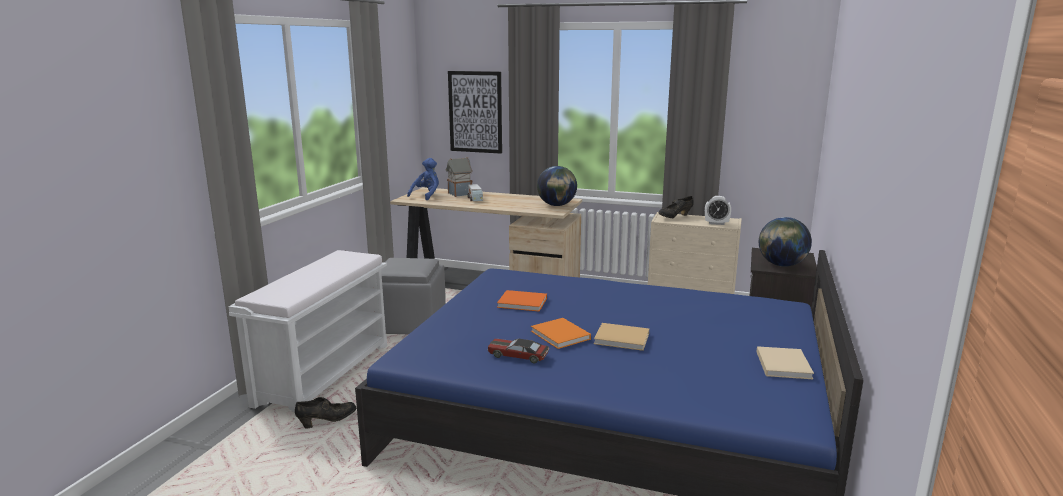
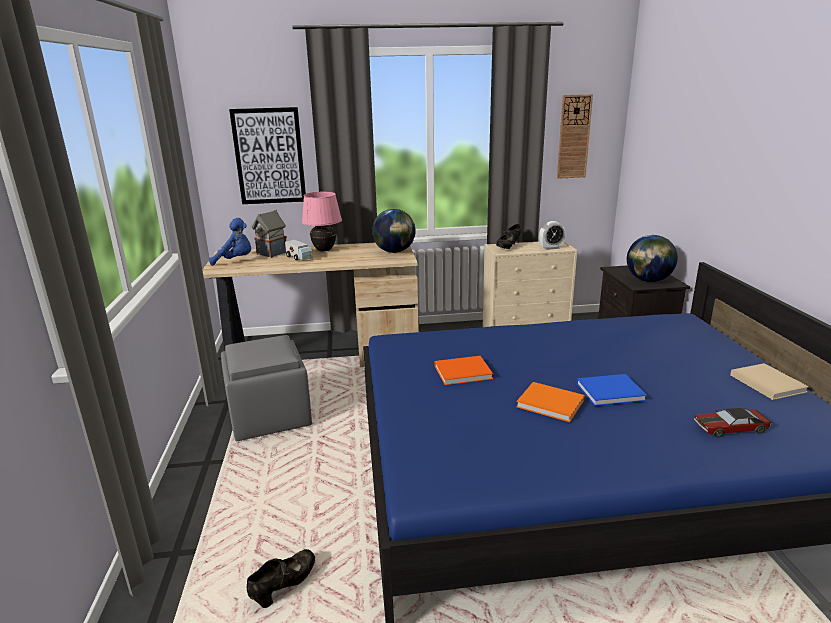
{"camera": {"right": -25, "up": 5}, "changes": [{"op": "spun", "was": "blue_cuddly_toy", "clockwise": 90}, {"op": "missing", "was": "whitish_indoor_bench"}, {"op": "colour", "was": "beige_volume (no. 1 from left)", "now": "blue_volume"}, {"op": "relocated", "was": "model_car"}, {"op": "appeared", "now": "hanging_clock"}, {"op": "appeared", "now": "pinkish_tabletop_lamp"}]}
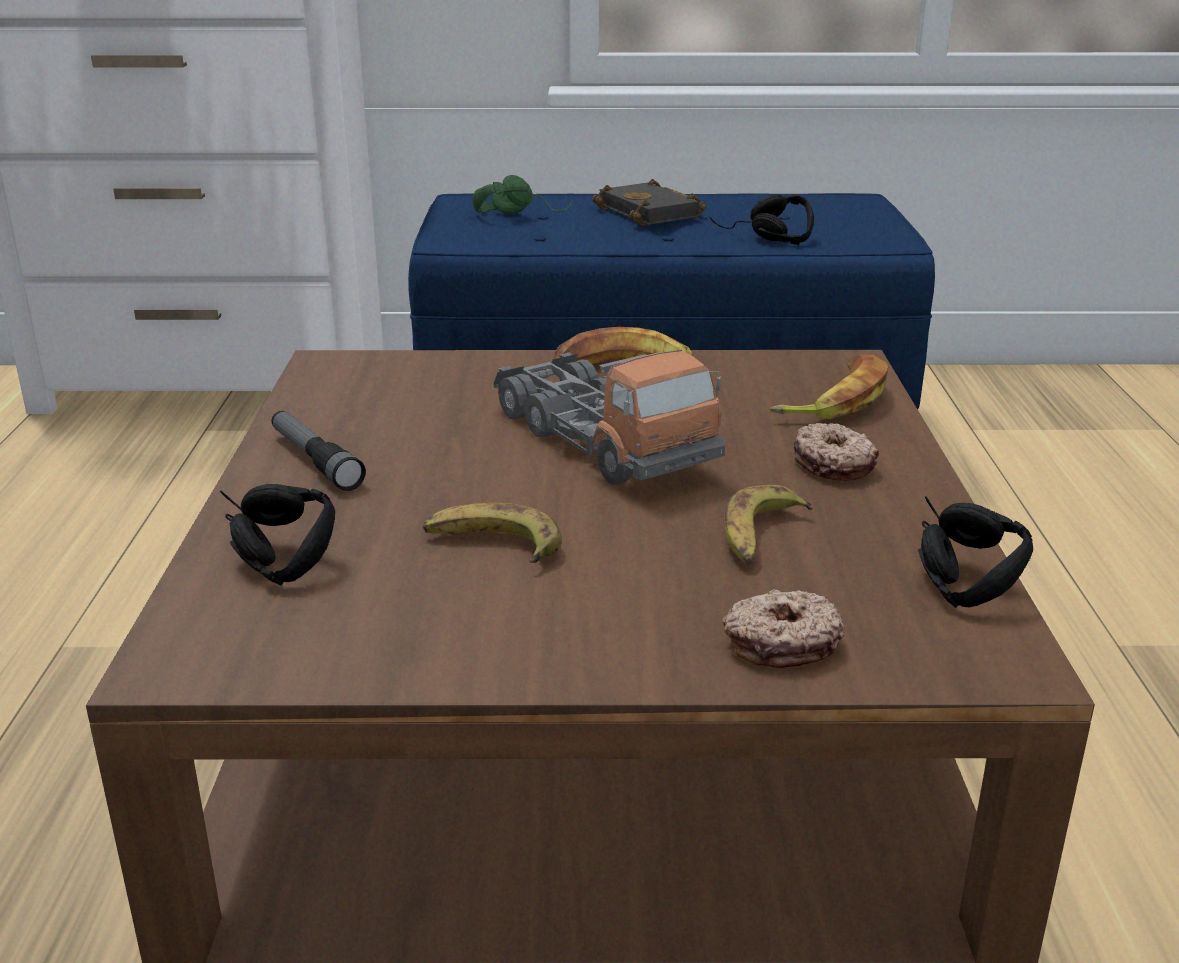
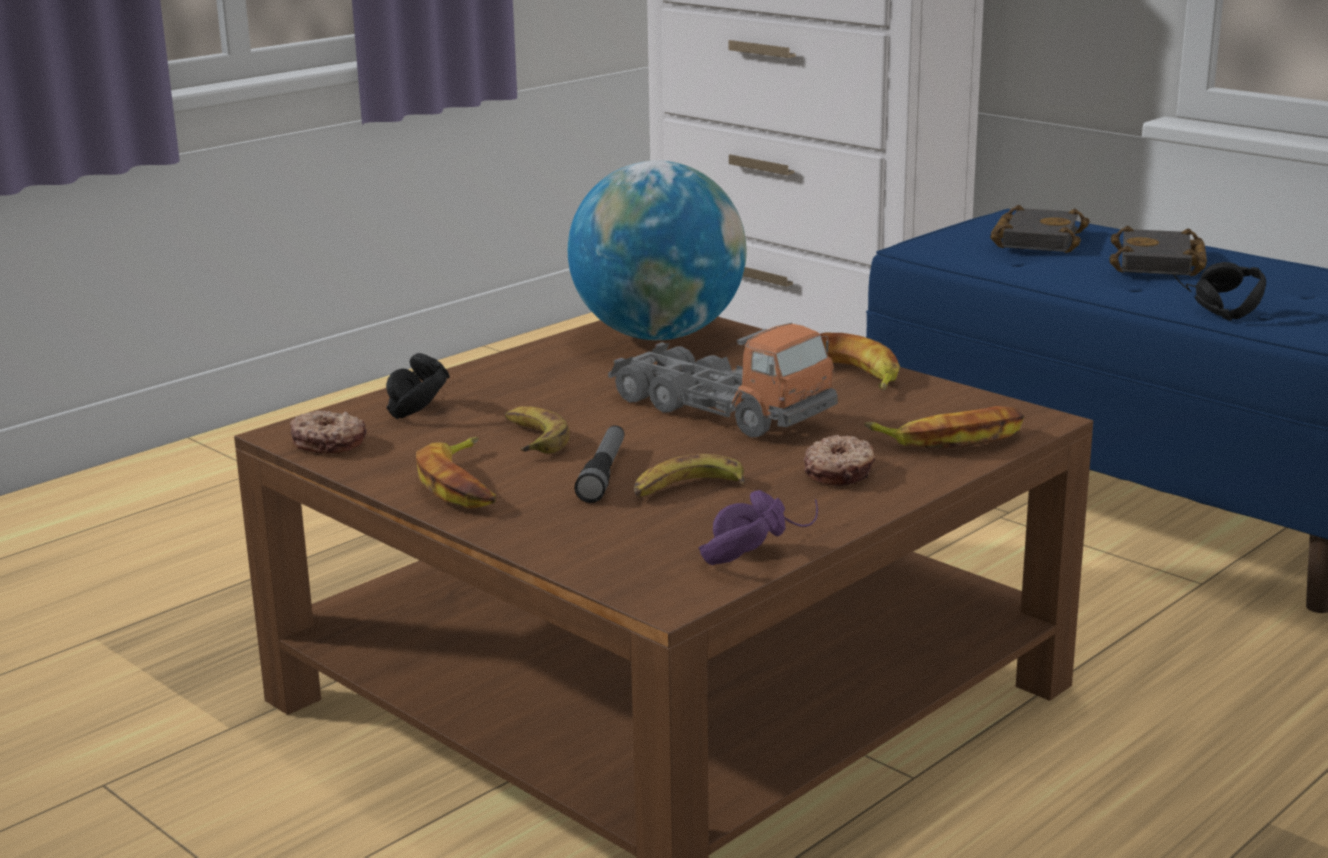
{"camera": {"right": 45, "up": -5}, "changes": [{"op": "exchanged", "was": "greenish_headset", "now": "black_volume (no. 1 from left)"}, {"op": "spun", "was": "toy_lorry", "clockwise": -60}, {"op": "relocated", "was": "flashlight"}, {"op": "colour", "was": "black_headset (no. 3 from left)", "now": "purplish_headset"}, {"op": "relocated", "was": "doughnut (no. 1 from left)"}, {"op": "appeared", "now": "globe"}, {"op": "appeared", "now": "banana (no. 1 from left)"}]}
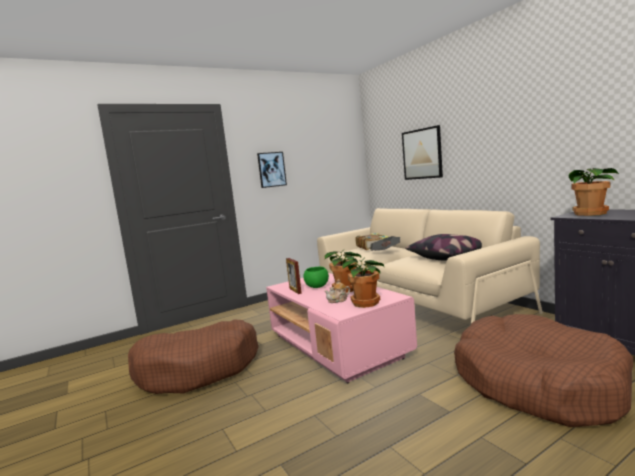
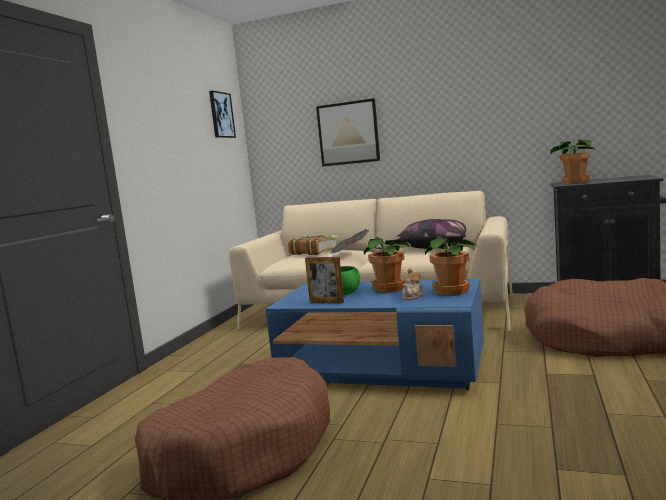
{"camera": {"right": -40, "up": 0}, "changes": [{"op": "relocated", "was": "wall_art (no. 1 from left)"}, {"op": "colour", "was": "pinkish_coffee_table", "now": "blue_coffee_table"}]}
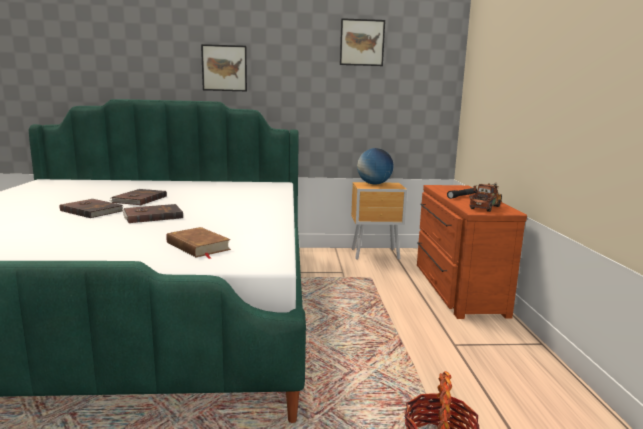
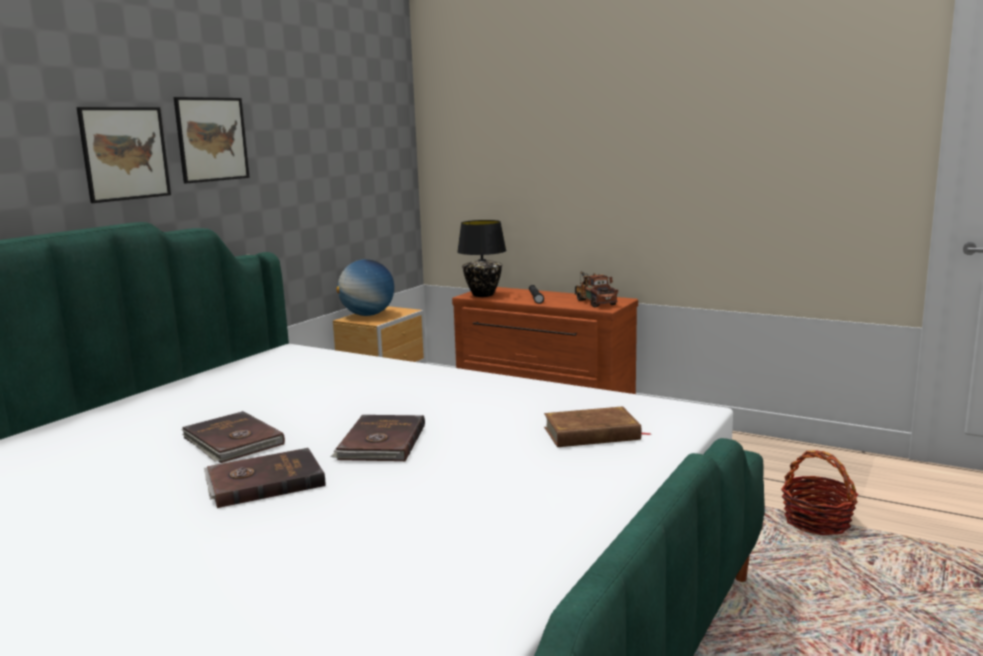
{"camera": {"right": -55, "up": 0}, "changes": [{"op": "relocated", "was": "wall_art (no. 2 from left)"}, {"op": "appeared", "now": "black_tabletop_lamp"}]}
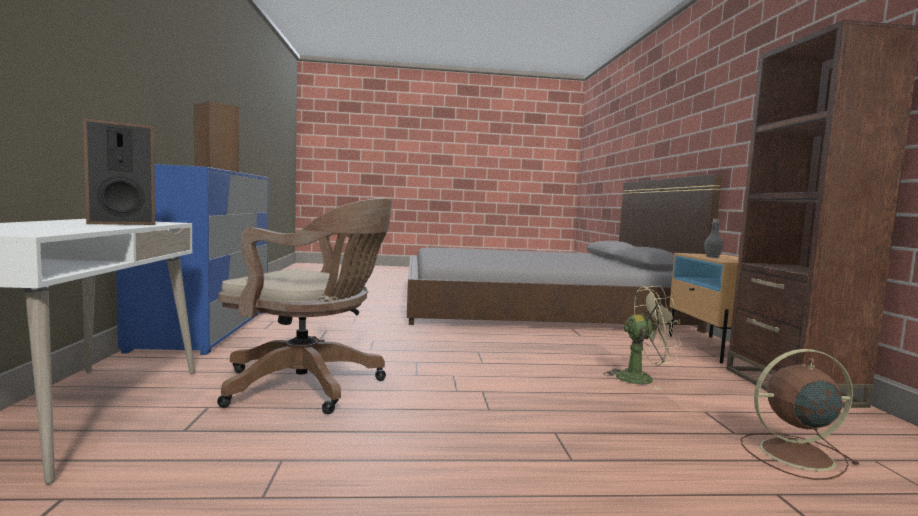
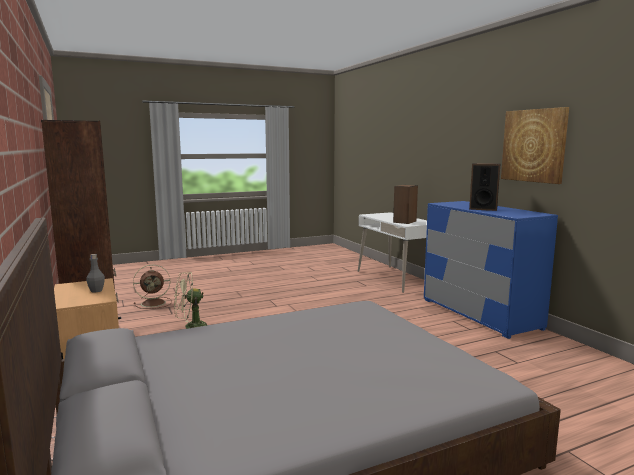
{"camera": {"right": 160, "up": 5}, "changes": [{"op": "missing", "was": "brown_office_chair"}, {"op": "appeared", "now": "wall_art"}]}
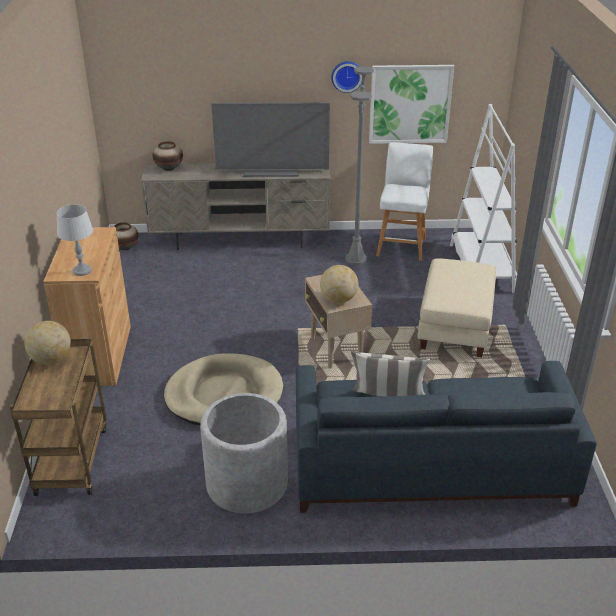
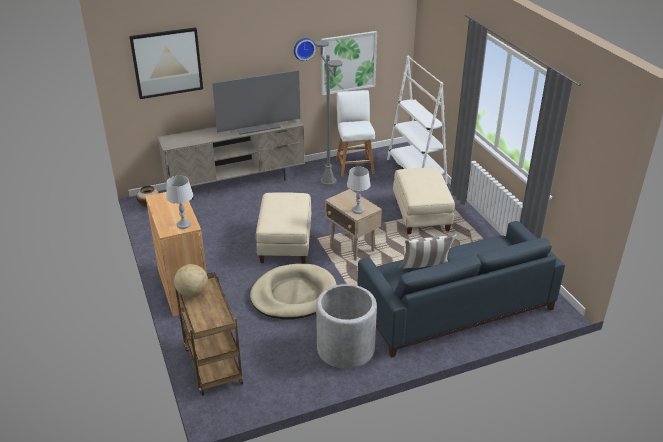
{"camera": {"right": -20, "up": 0}, "changes": [{"op": "missing", "was": "flower_vase (no. 2 from left)"}, {"op": "exchanged", "was": "globe (no. 2 from left)", "now": "greyish_tabletop_lamp (no. 2 from left)"}, {"op": "appeared", "now": "wall_art (no. 1 from left)"}, {"op": "appeared", "now": "beige_ottoman (no. 1 from left)"}]}
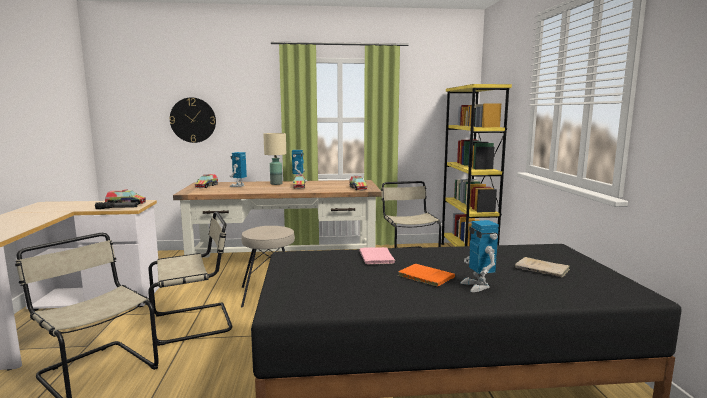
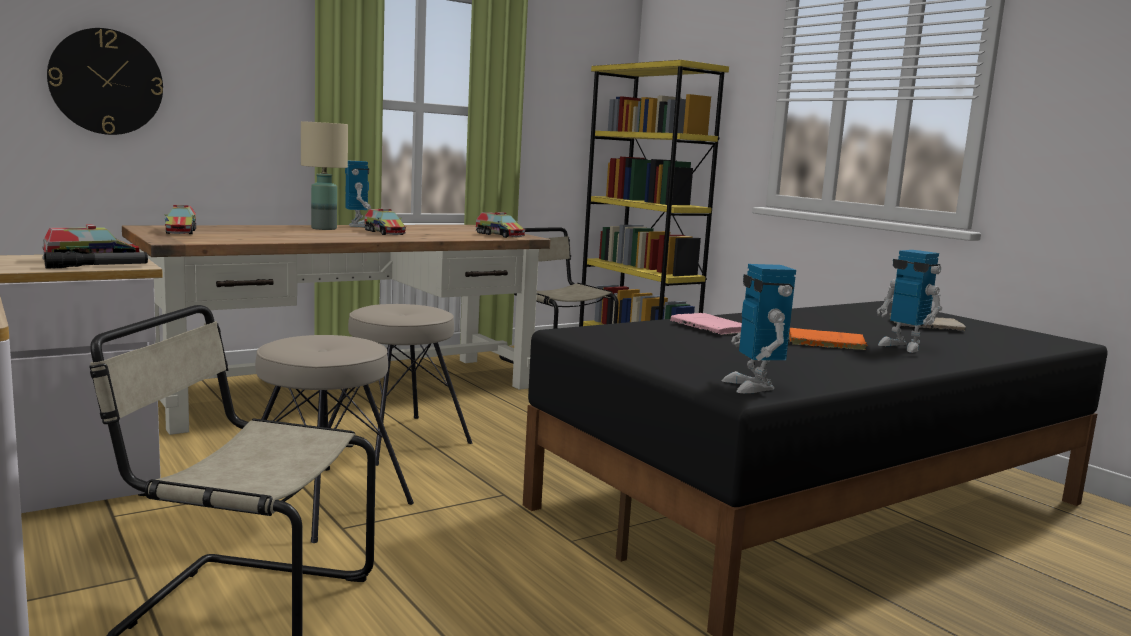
{"camera": {"right": -30, "up": 0}, "changes": [{"op": "relocated", "was": "toy_robot (no. 1 from left in the first image)", "now": "toy_robot (no. 2 from left)"}, {"op": "exchanged", "was": "beige_upright_chair (no. 2 from left)", "now": "beige_stool (no. 1 from left)"}]}
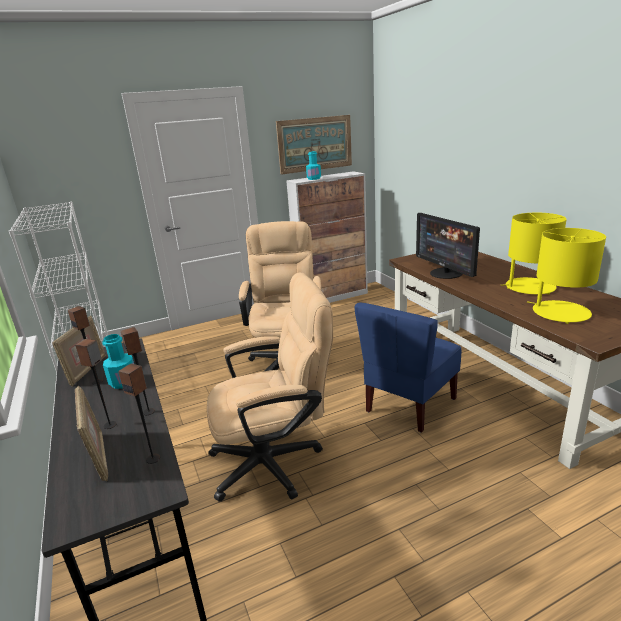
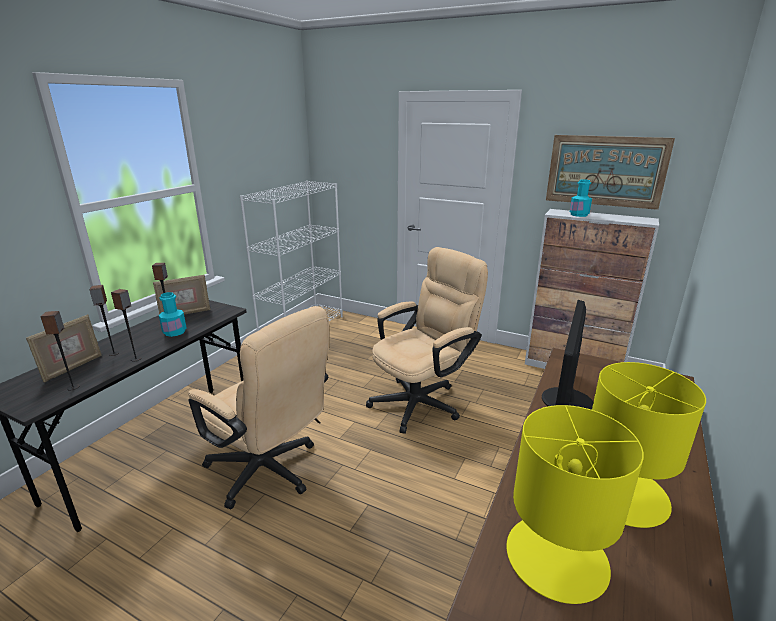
{"camera": {"right": 50, "up": 0}, "changes": [{"op": "missing", "was": "blue_upright_chair"}]}
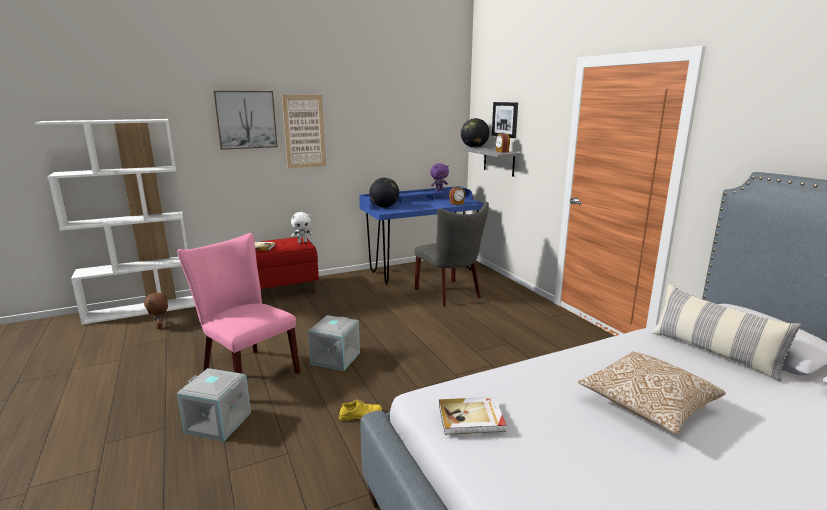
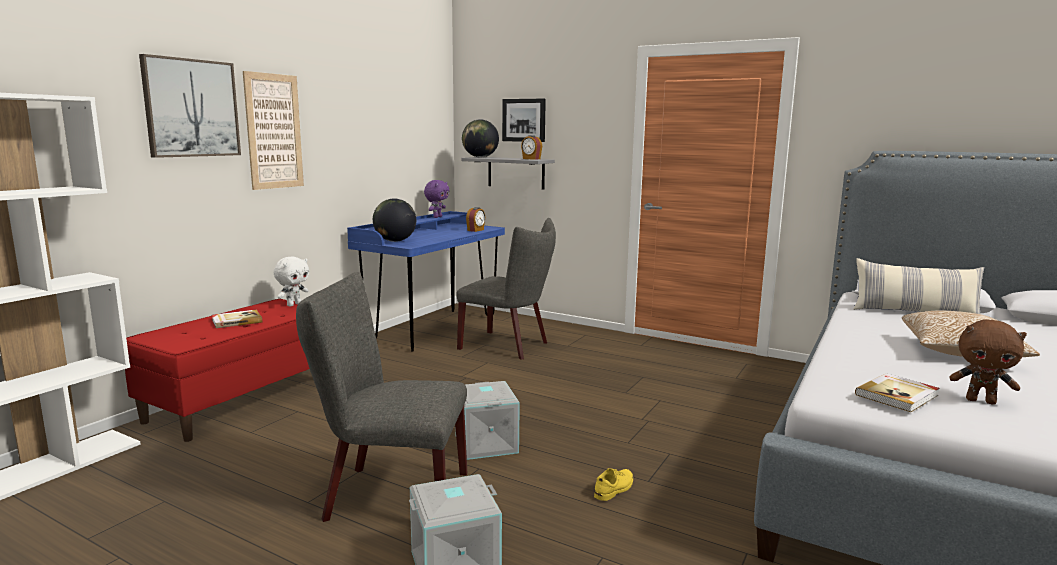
{"camera": {"right": -35, "up": -5}, "changes": [{"op": "colour", "was": "pinkish_upright_chair", "now": "greyish_upright_chair (no. 1 from left)"}, {"op": "relocated", "was": "brown_cuddly_toy"}]}
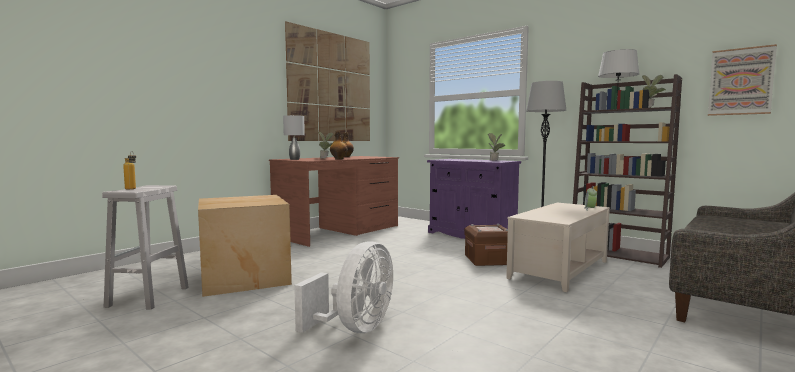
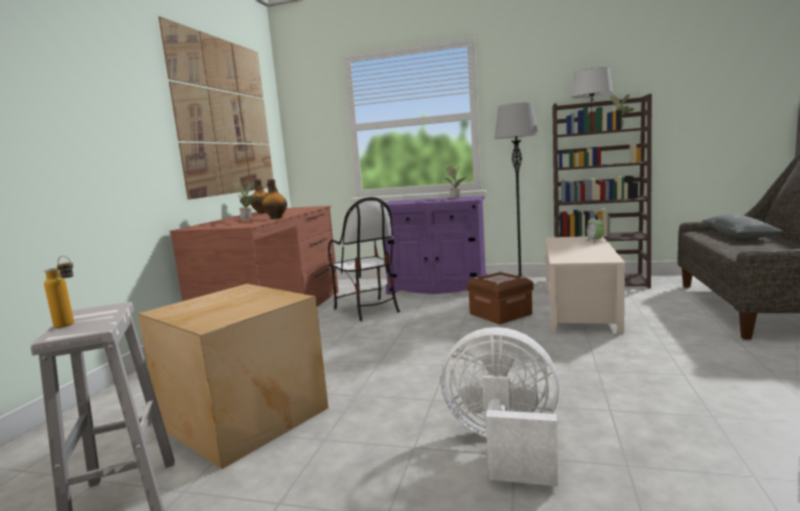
{"camera": {"right": -25, "up": 5}, "changes": [{"op": "missing", "was": "wall_art (no. 2 from left)"}, {"op": "missing", "was": "greyish_tabletop_lamp (no. 1 from left)"}, {"op": "spun", "was": "whitish_fan", "clockwise": -75}, {"op": "appeared", "now": "upright_chair"}, {"op": "appeared", "now": "greyish_cushion"}]}
